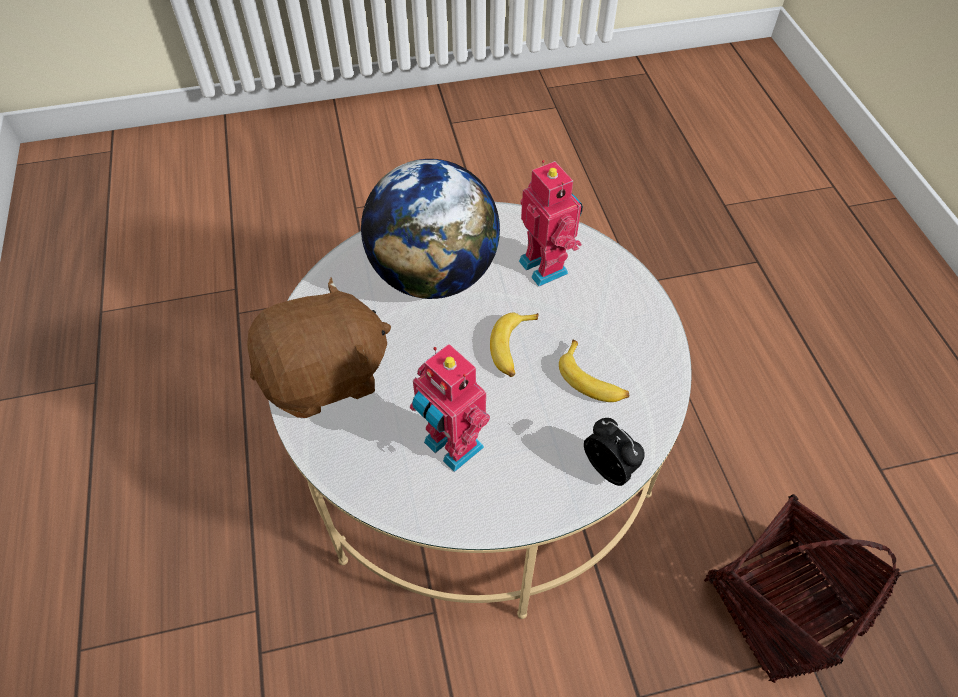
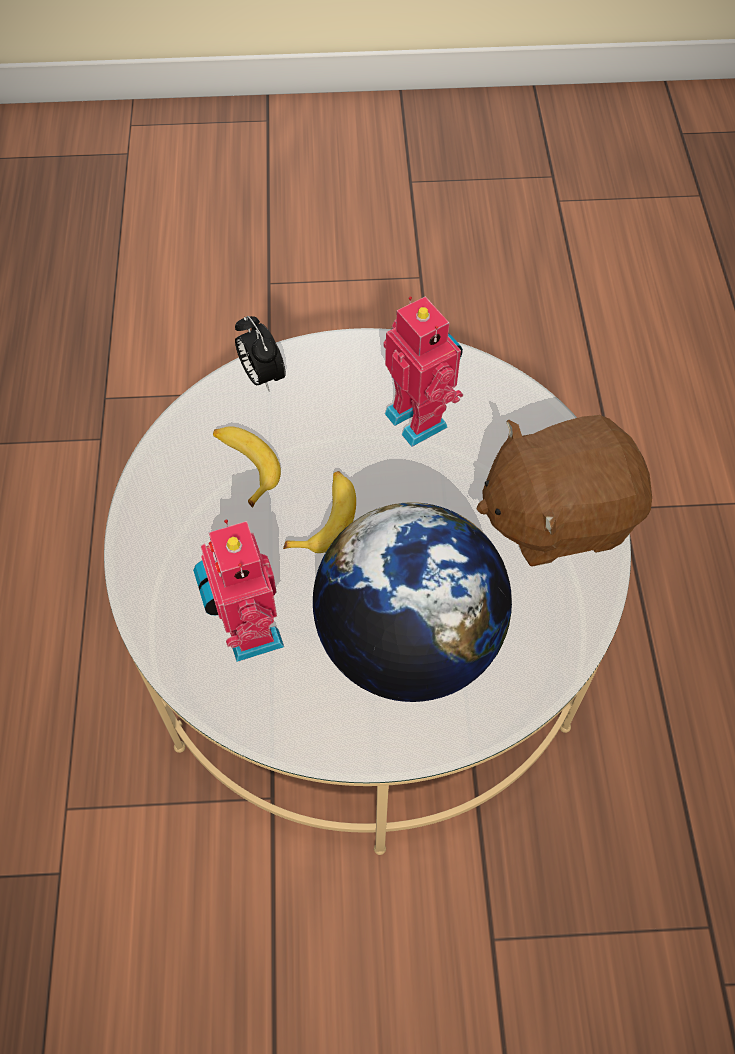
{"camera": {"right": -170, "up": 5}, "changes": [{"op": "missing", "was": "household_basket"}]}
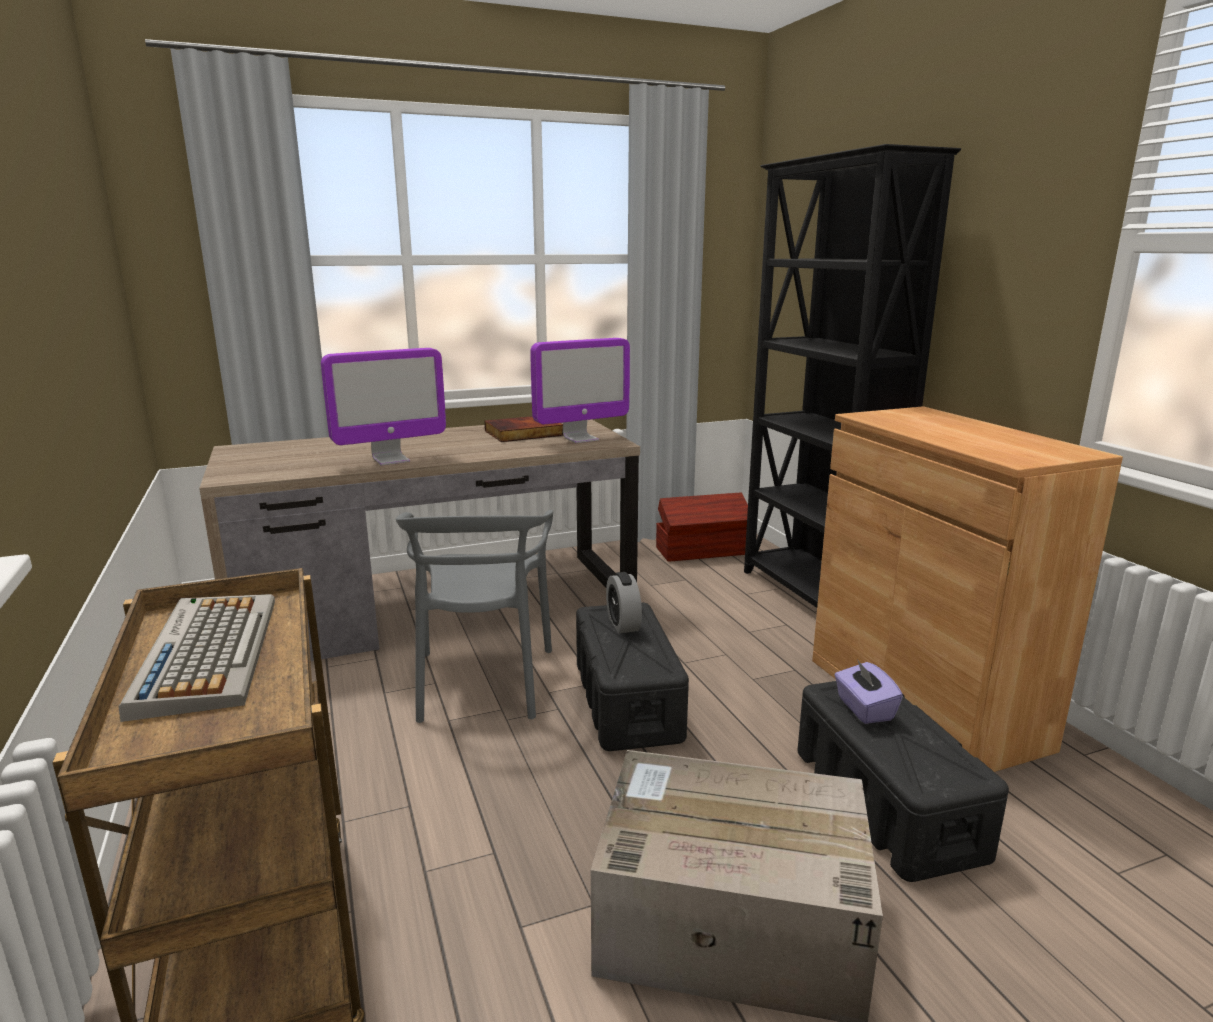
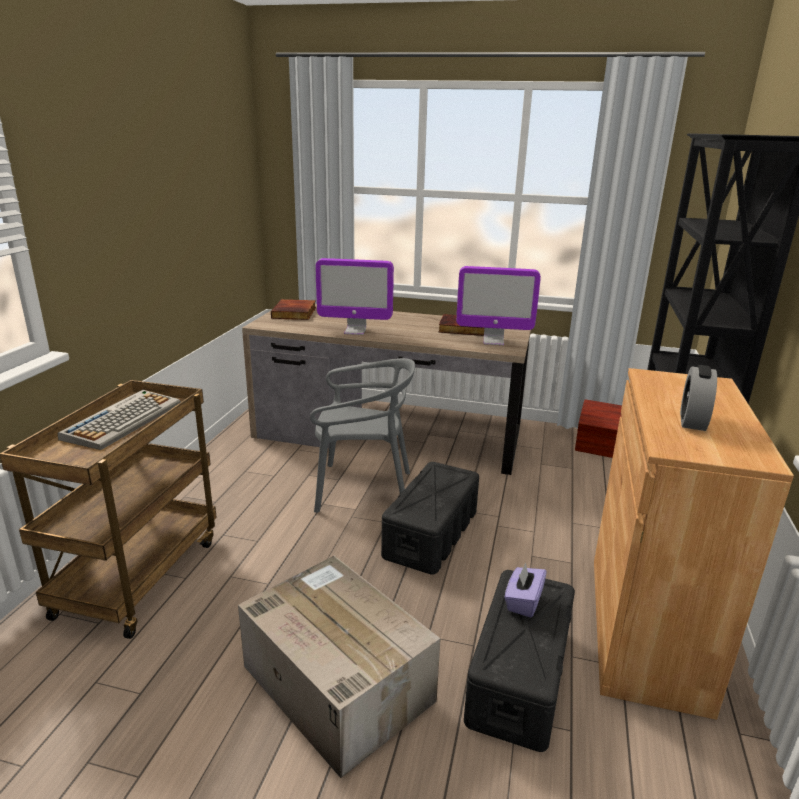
{"camera": {"right": 35, "up": 5}, "changes": [{"op": "spun", "was": "greyish_upright_chair", "clockwise": -120}, {"op": "relocated", "was": "alarm_clock"}, {"op": "appeared", "now": "volume (no. 1 from left)"}]}
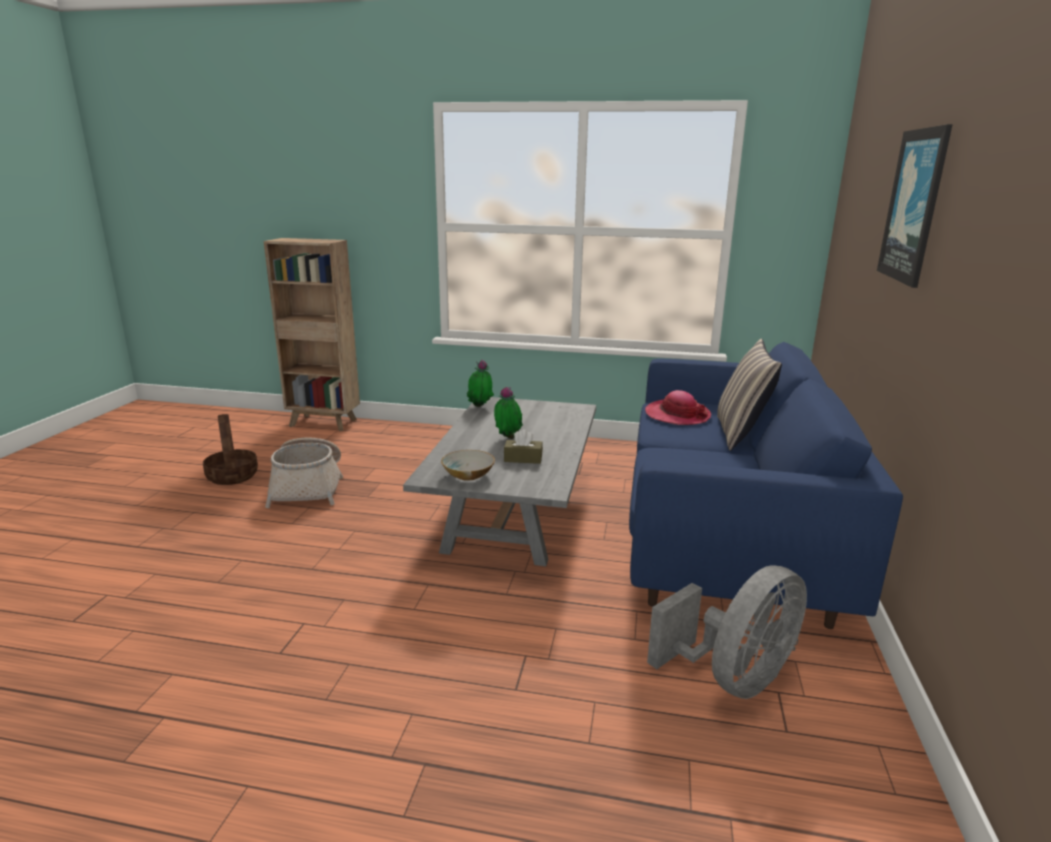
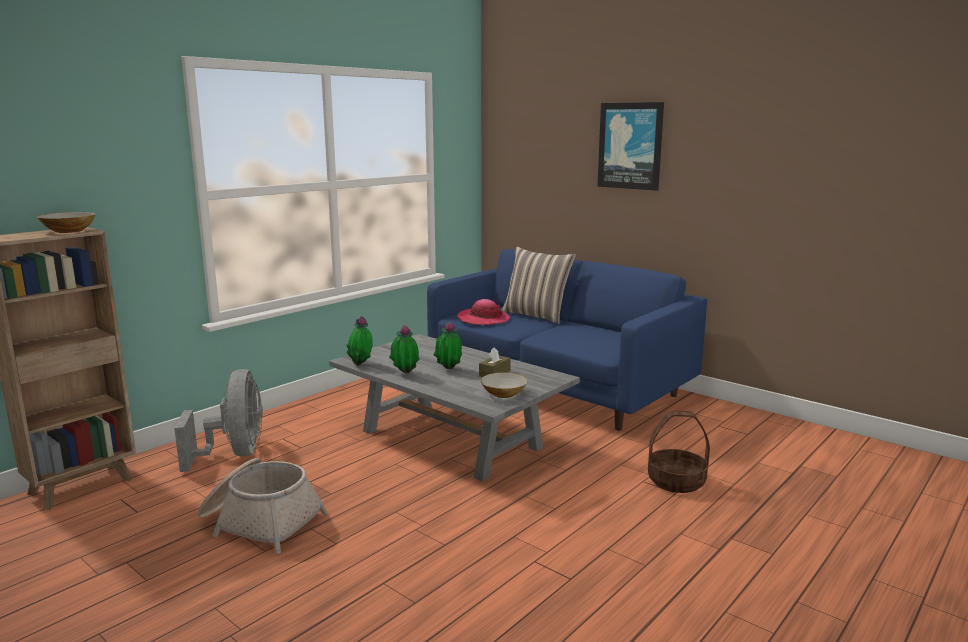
{"camera": {"right": -60, "up": -5}, "changes": [{"op": "relocated", "was": "household_basket (no. 1 from left in the first image)", "now": "household_basket (no. 2 from left)"}, {"op": "relocated", "was": "greyish_fan"}, {"op": "appeared", "now": "serving_bowl (no. 1 from left)"}, {"op": "appeared", "now": "houseplant (no. 2 from left)"}]}
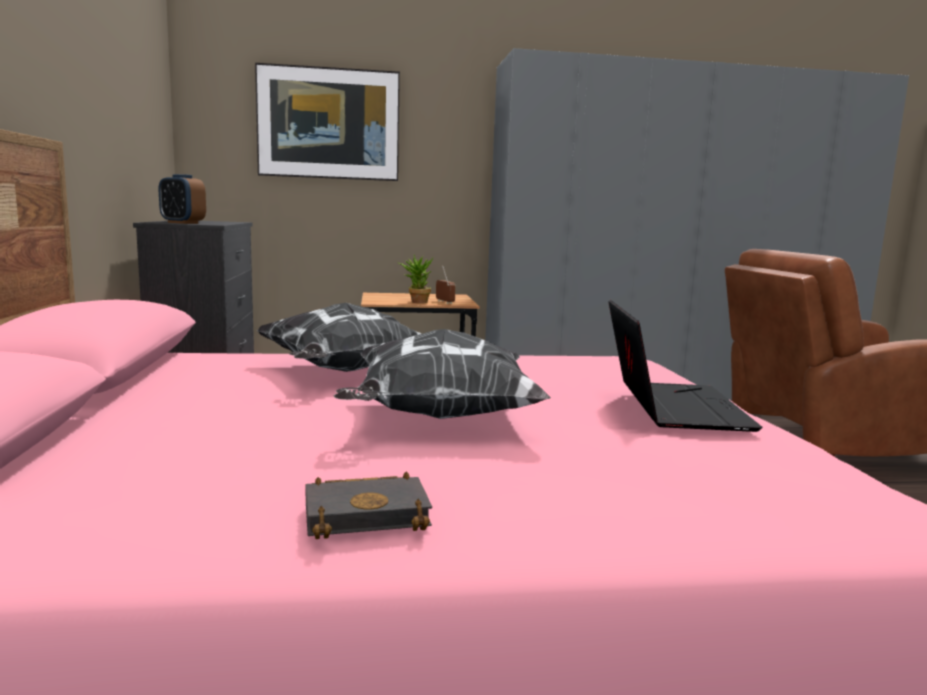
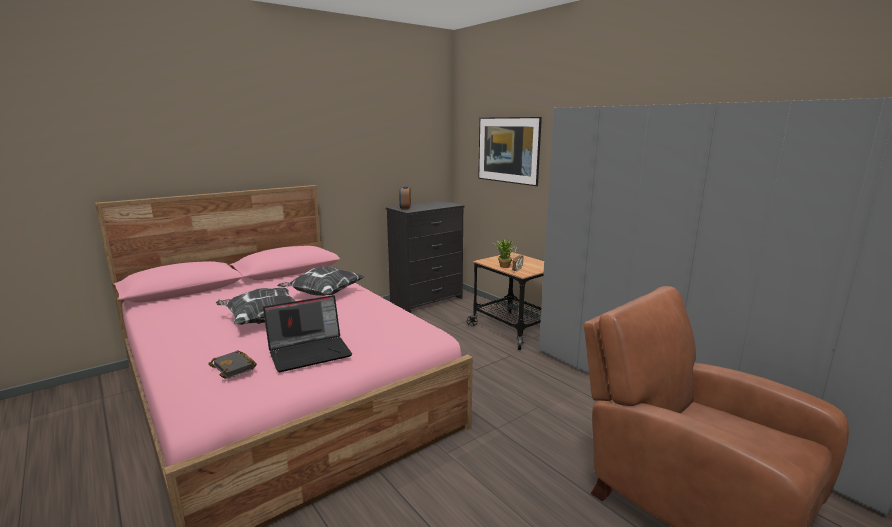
{"camera": {"right": 60, "up": 5}, "changes": [{"op": "relocated", "was": "black_volume"}]}
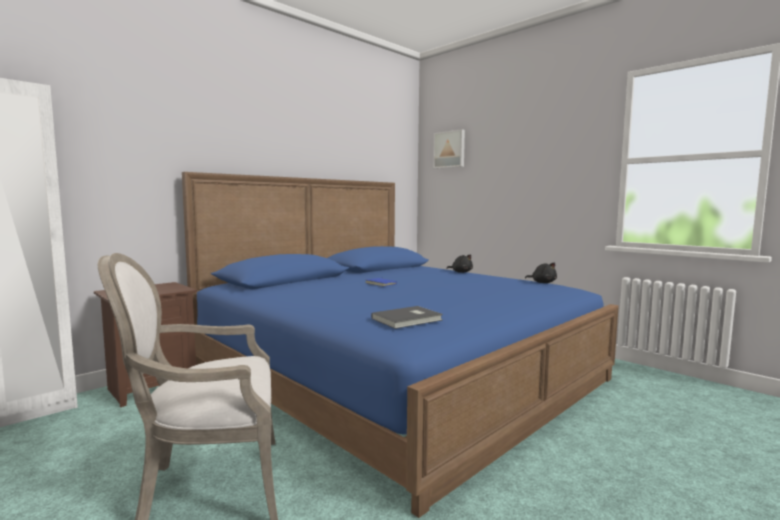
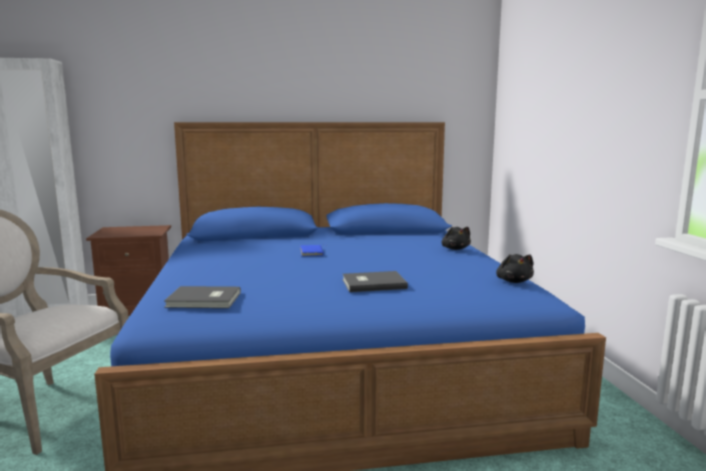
{"camera": {"right": 35, "up": 5}, "changes": [{"op": "missing", "was": "wall_art"}, {"op": "appeared", "now": "greyish_volume (no. 2 from left)"}]}
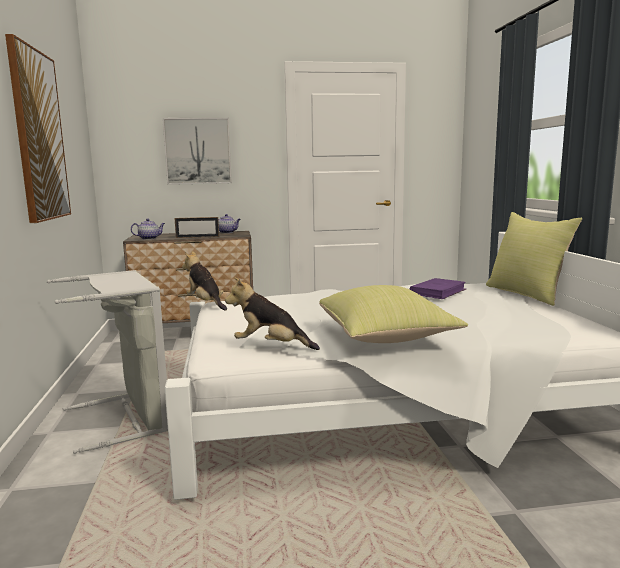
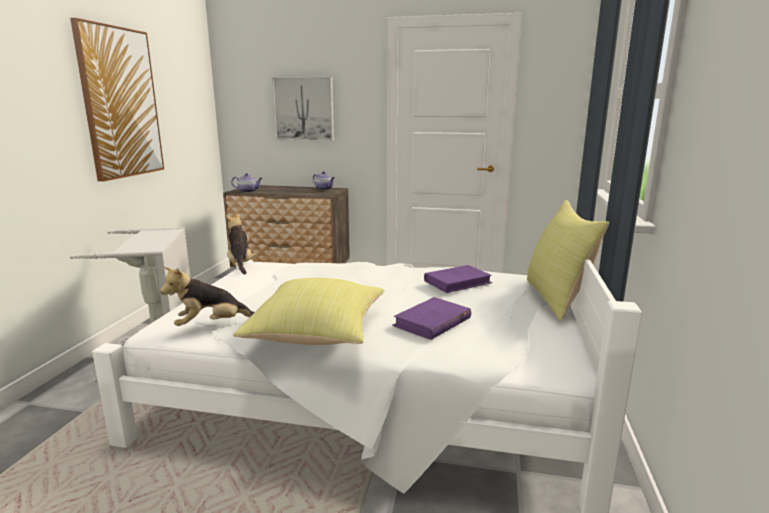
{"camera": {"right": 20, "up": 5}, "changes": [{"op": "missing", "was": "picture_frame"}, {"op": "spun", "was": "cuddly_toy (no. 2 from left in the first image)", "clockwise": -60}, {"op": "appeared", "now": "purplish_volume (no. 1 from left)"}]}
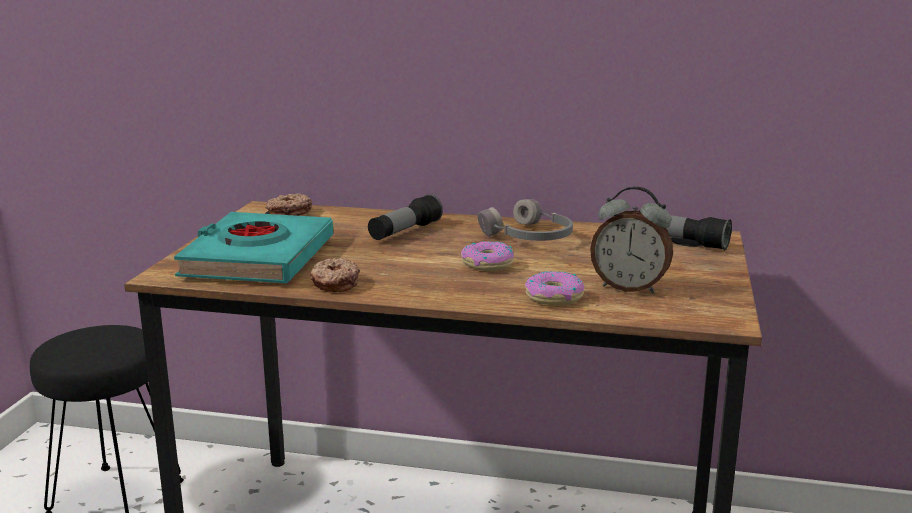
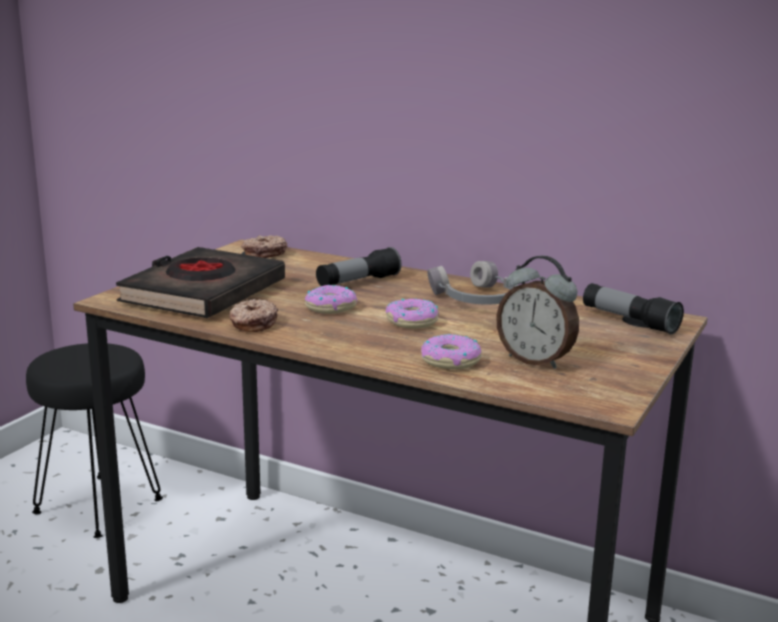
{"camera": {"right": 15, "up": 0}, "changes": [{"op": "colour", "was": "turquoise_volume", "now": "black_volume"}, {"op": "appeared", "now": "doughnut (no. 3 from left)"}]}
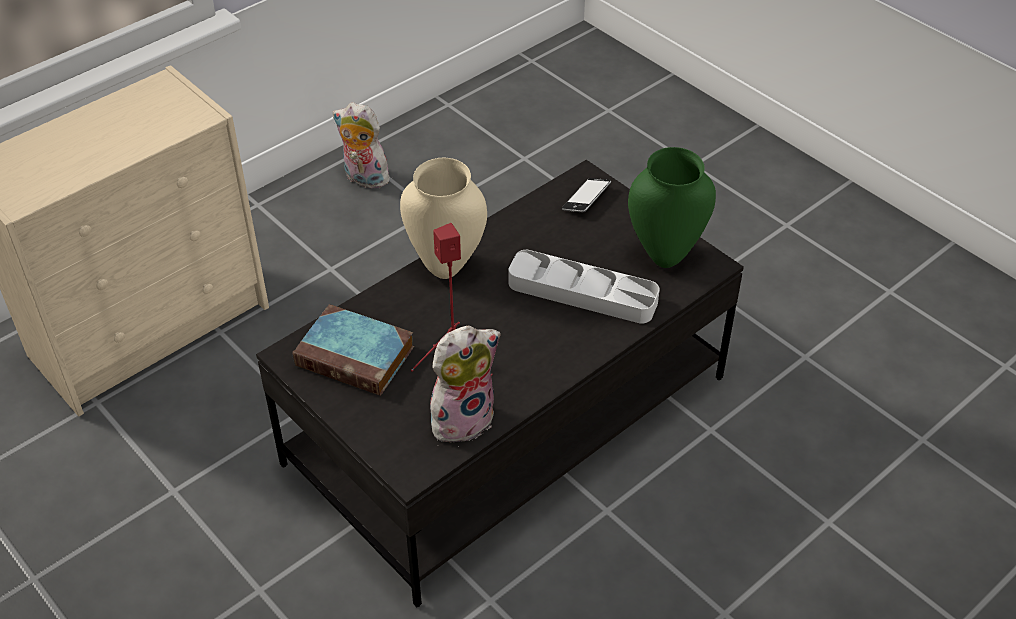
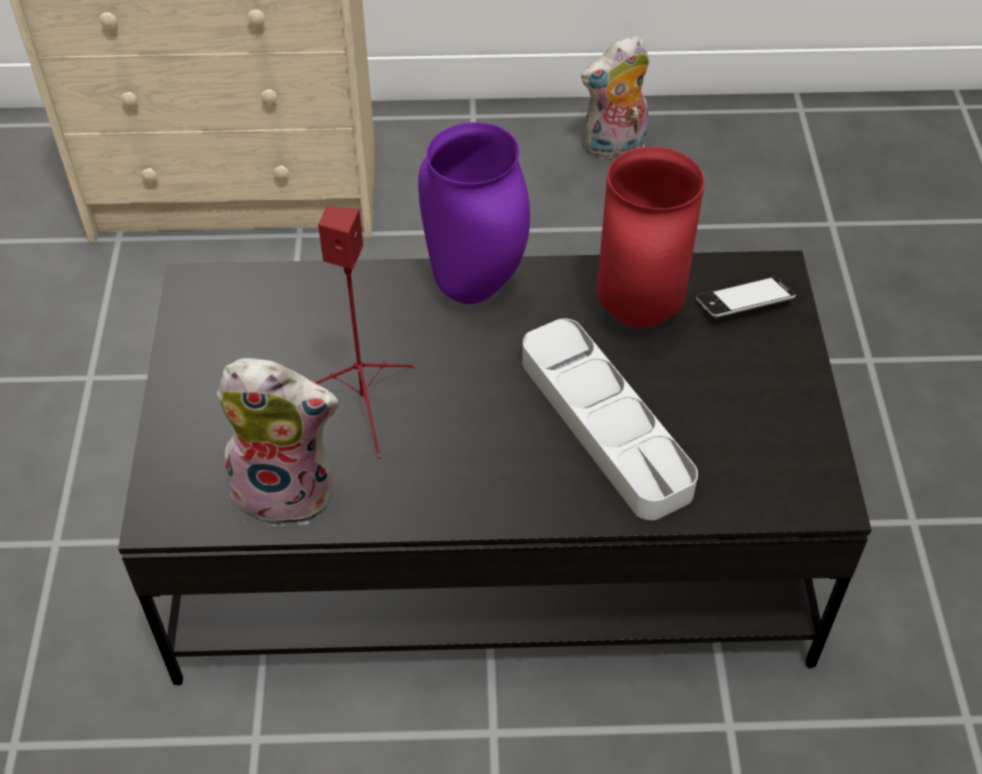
{"camera": {"right": 40, "up": 5}, "changes": [{"op": "spun", "was": "cuddly_toy (no. 1 from left in the first image)", "clockwise": -90}, {"op": "missing", "was": "greenish_flower_vase"}, {"op": "colour", "was": "beige_flower_vase", "now": "purplish_flower_vase"}, {"op": "missing", "was": "volume"}, {"op": "appeared", "now": "red-coloured_flower_vase"}]}
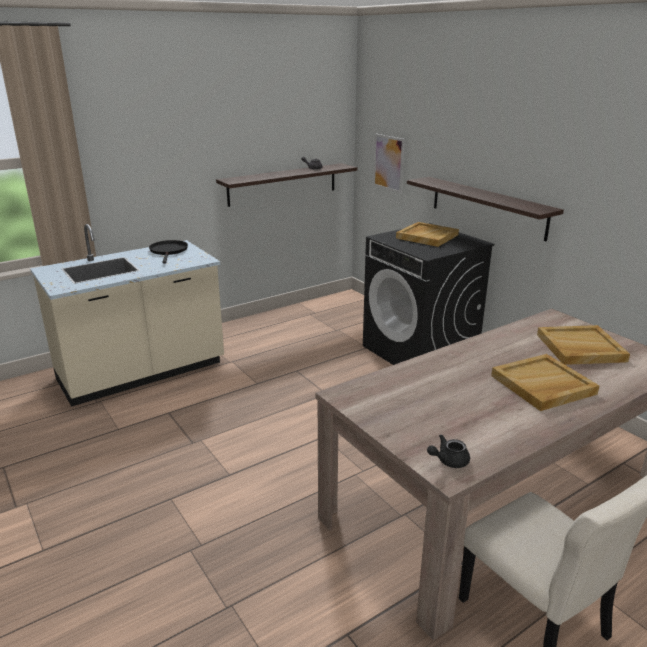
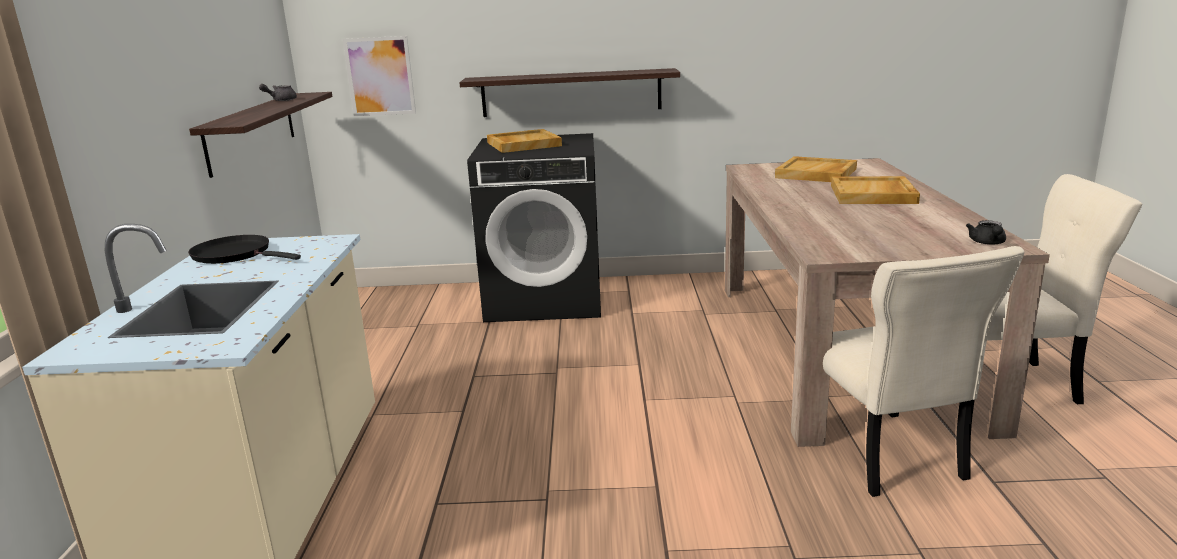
{"camera": {"right": -55, "up": -5}, "changes": [{"op": "appeared", "now": "beige_upright_chair (no. 1 from left)"}]}
